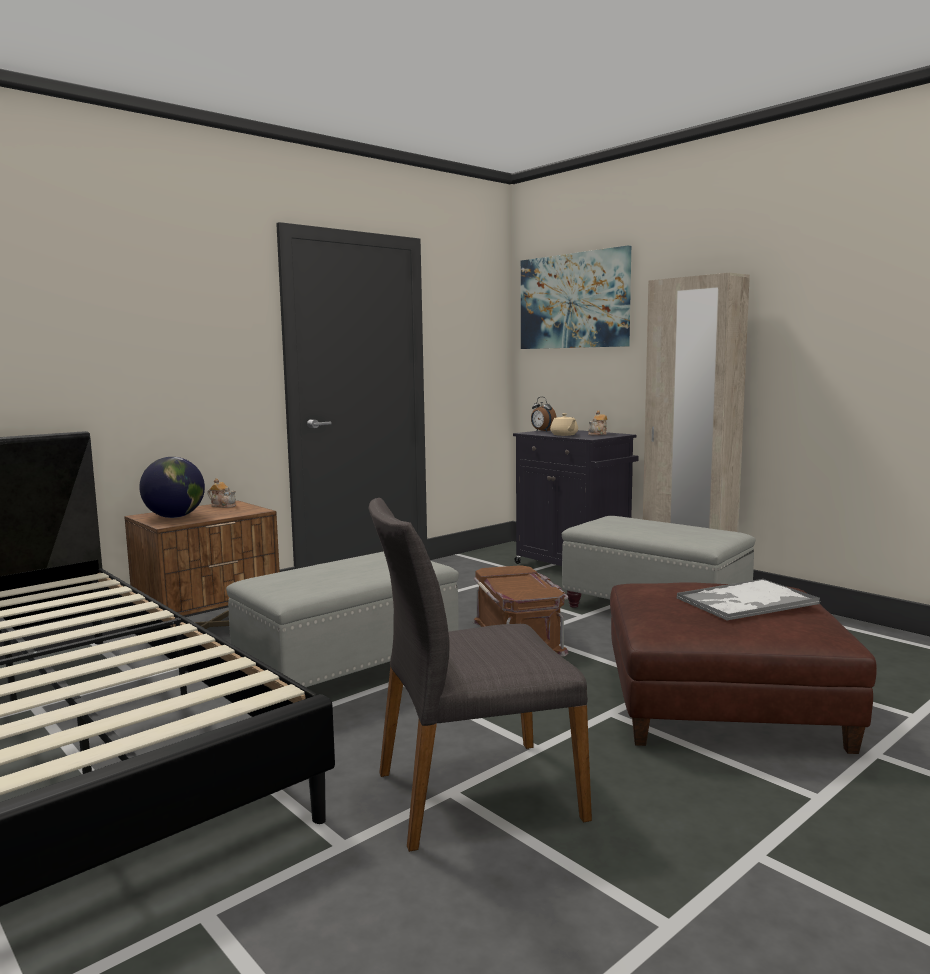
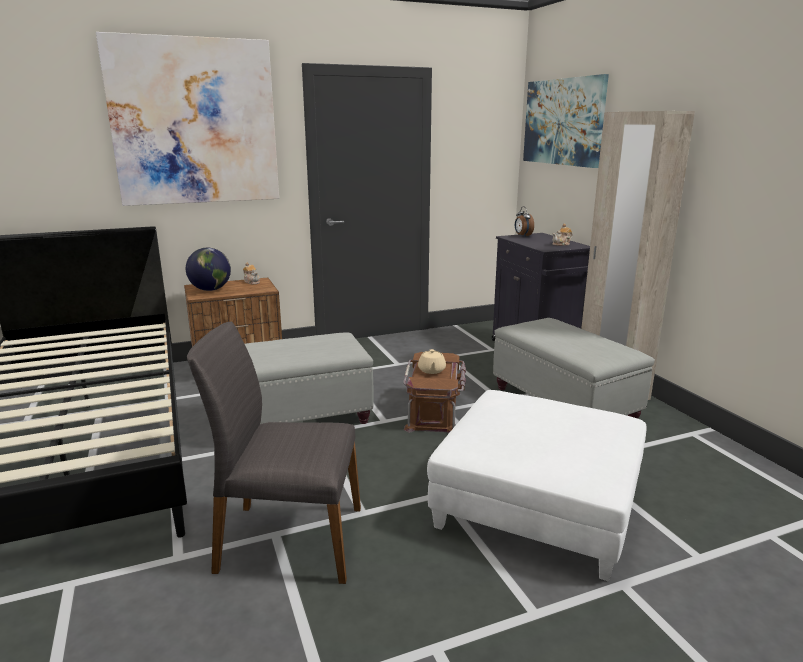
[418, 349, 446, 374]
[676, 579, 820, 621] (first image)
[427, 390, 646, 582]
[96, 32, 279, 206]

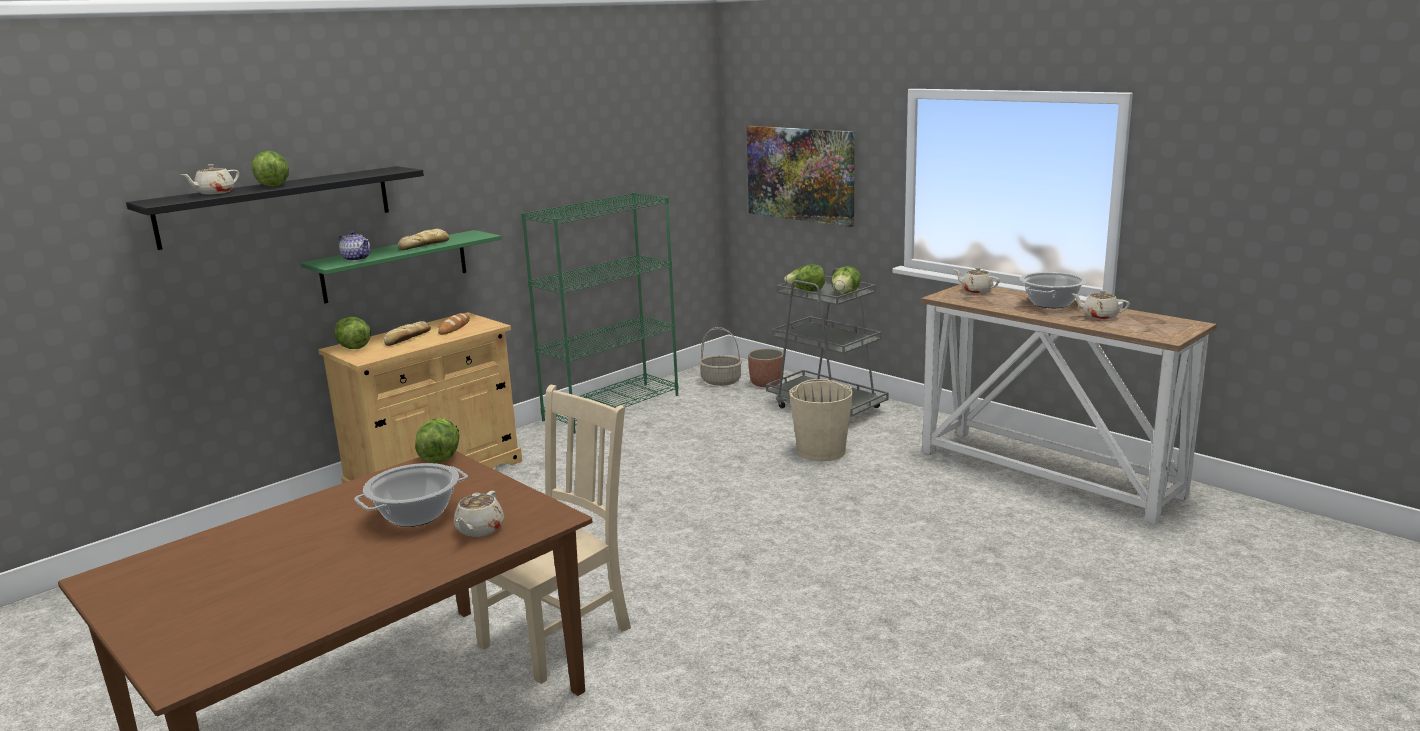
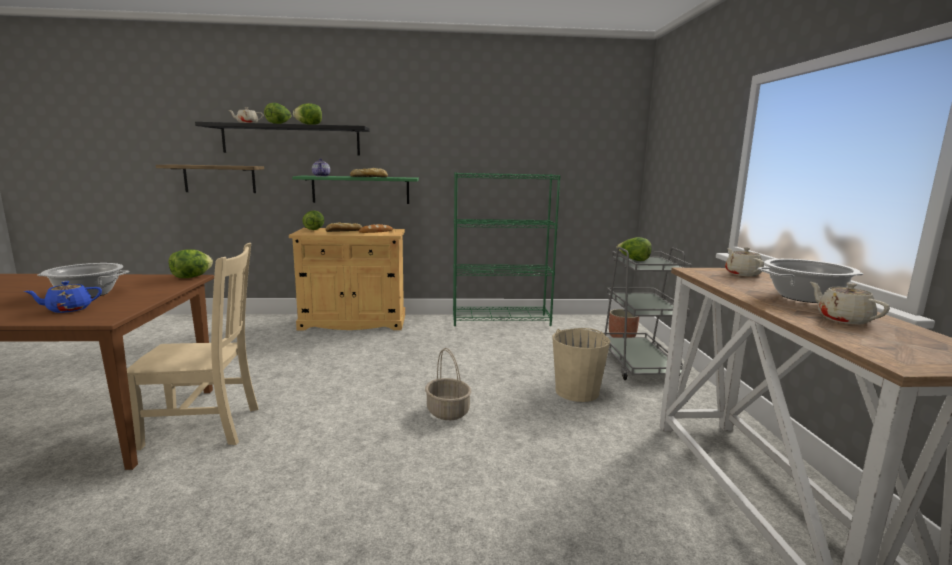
[746, 126, 855, 227] (first image)
[293, 103, 322, 125]
[425, 348, 471, 420]
[24, 281, 102, 313]
[156, 165, 264, 193]

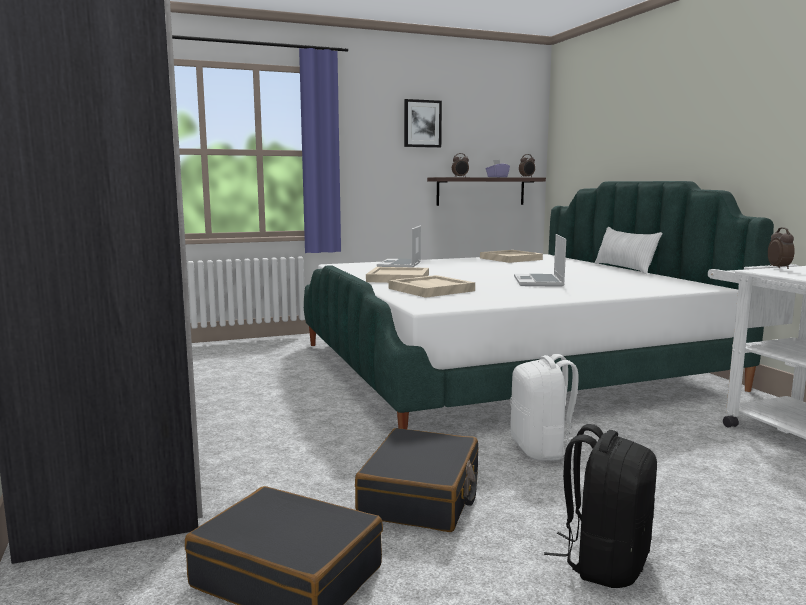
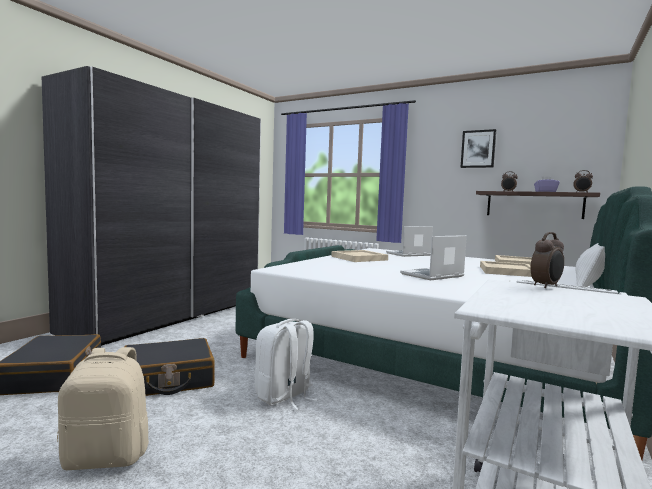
[480, 261, 532, 277]
[57, 347, 149, 470]

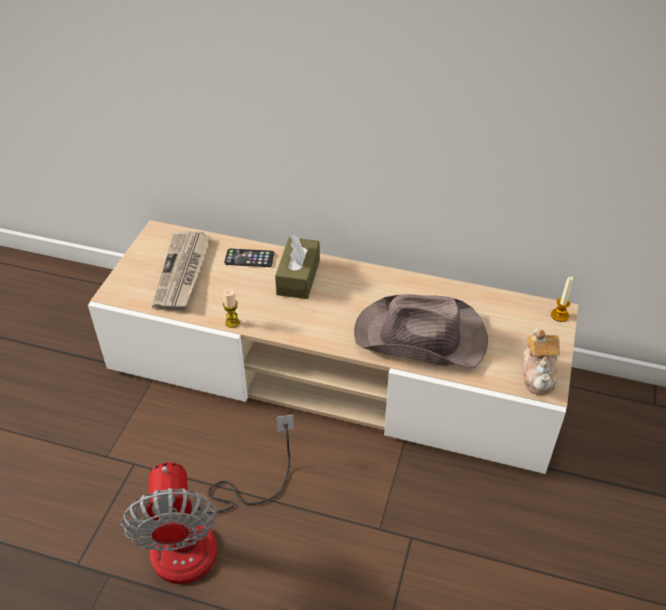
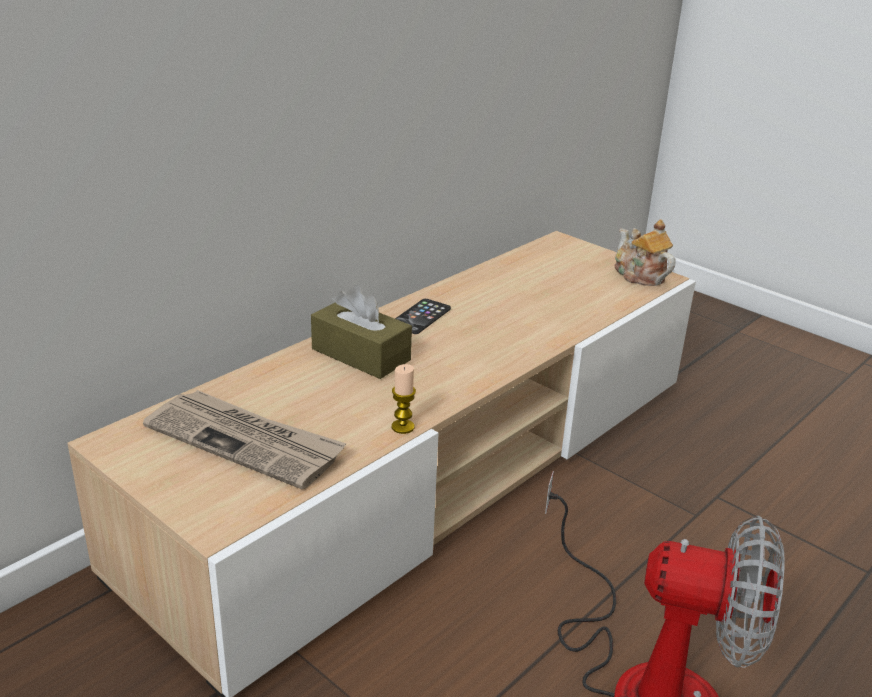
[395, 299, 451, 334]
[551, 277, 573, 322] (first image)
[354, 294, 488, 369] (first image)
[614, 220, 675, 286]

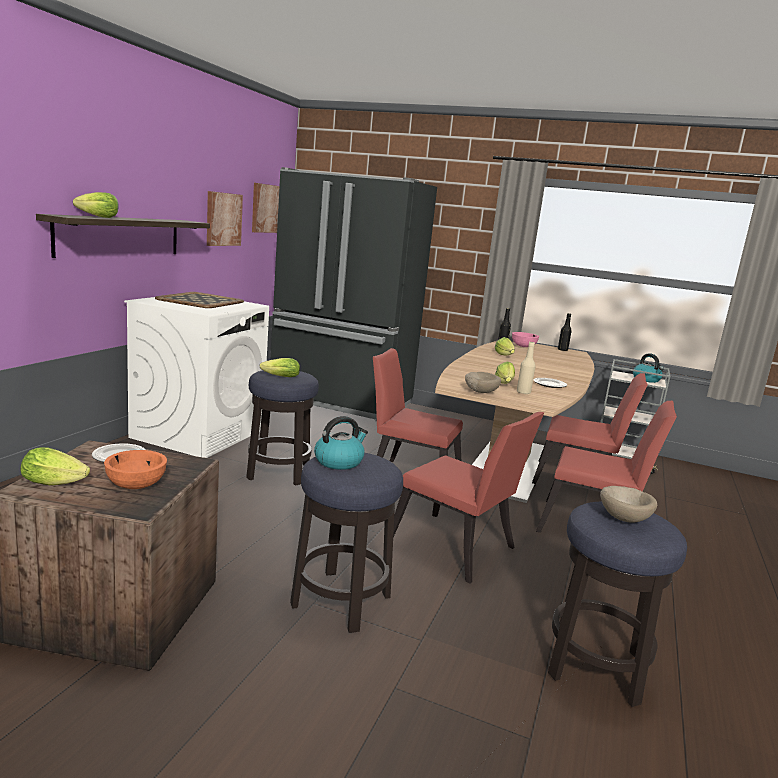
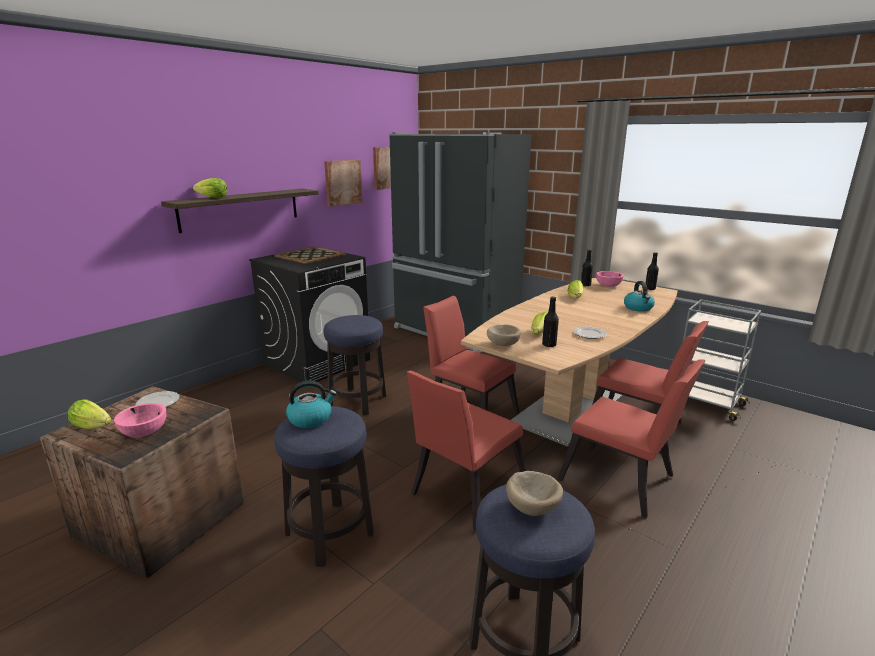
[249, 253, 370, 382]
[542, 296, 559, 347]
[624, 281, 655, 312]
[259, 358, 300, 377] (first image)
[407, 370, 527, 531]
[114, 403, 166, 437]

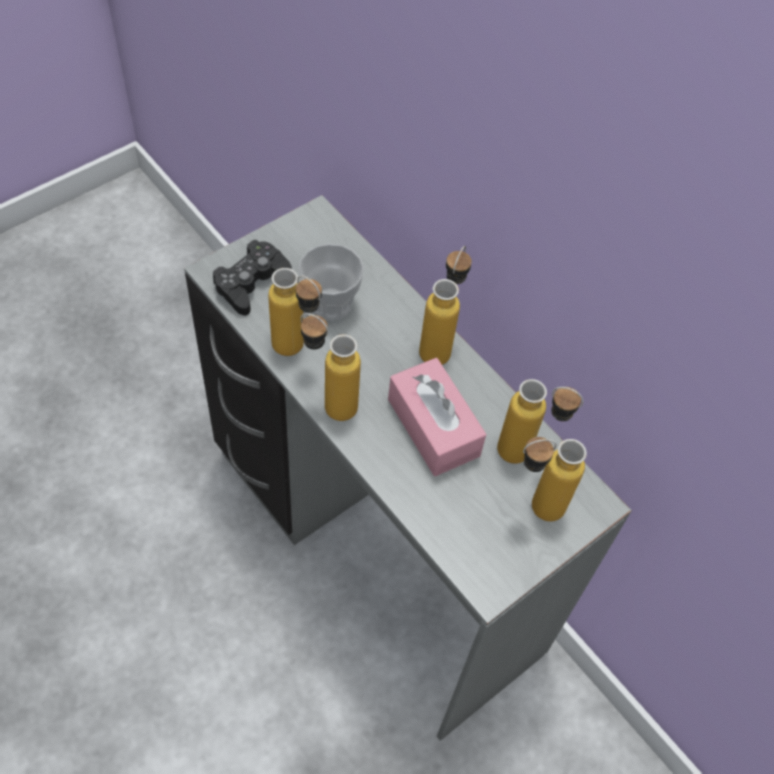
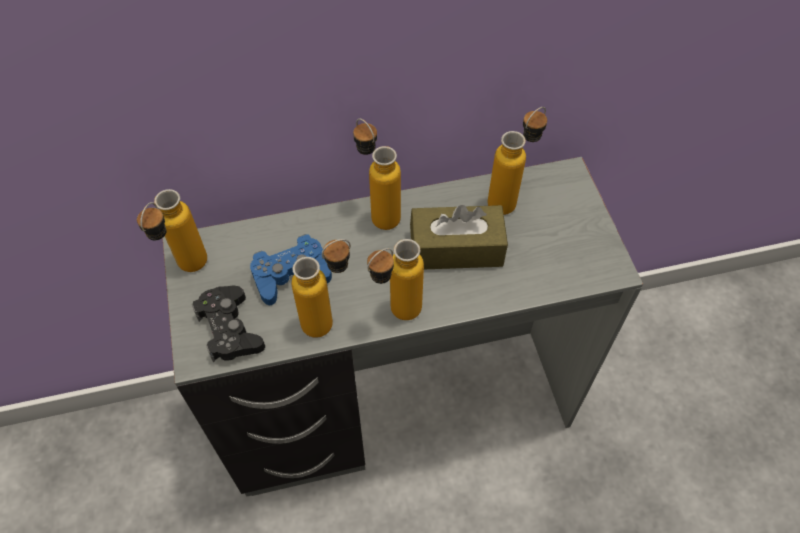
[250, 234, 332, 305]
[410, 205, 508, 269]
[137, 189, 207, 272]

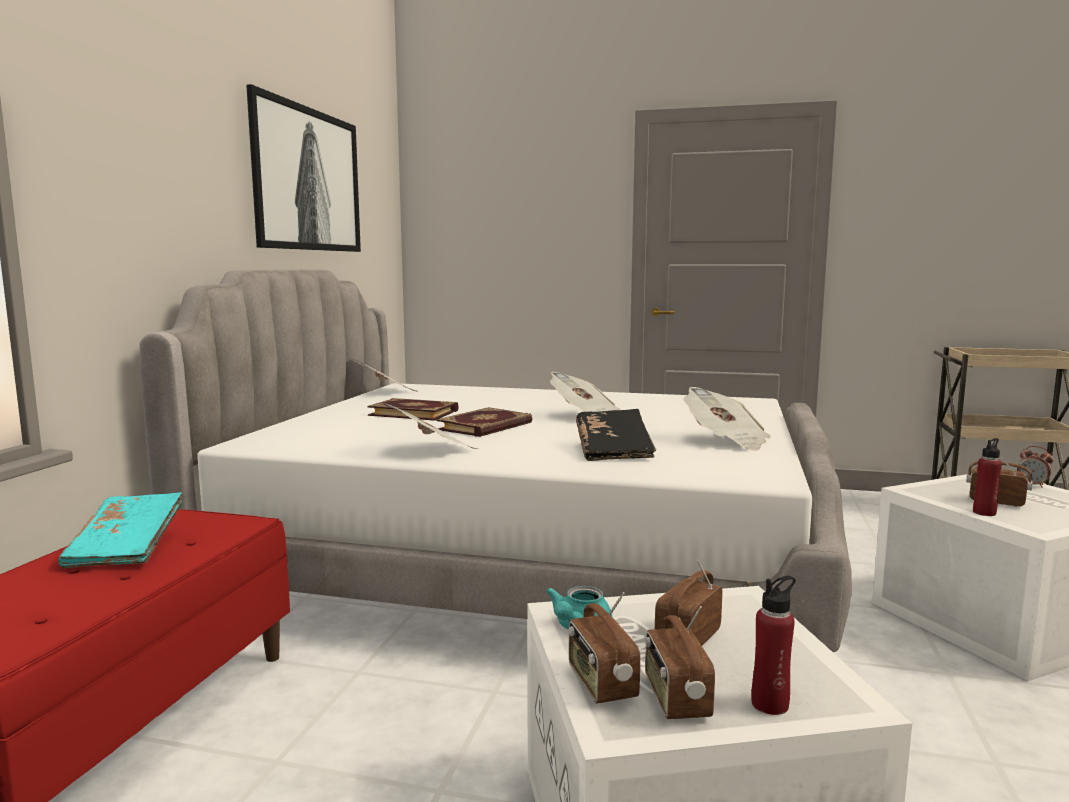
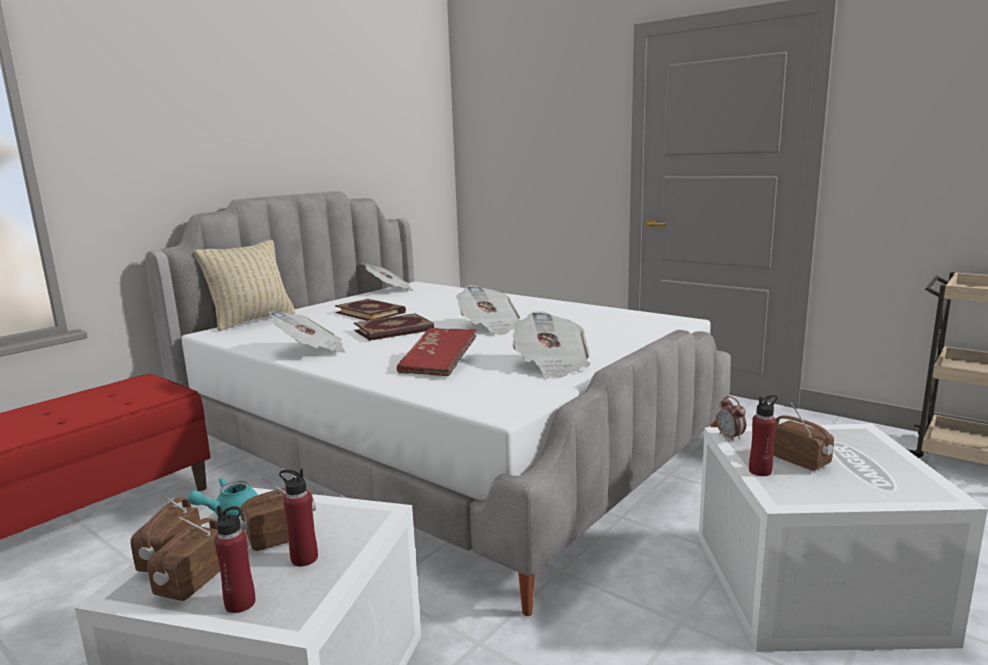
[246, 84, 361, 252] (first image)
[397, 328, 477, 376]
[716, 396, 746, 442]
[58, 492, 183, 568] (first image)
[195, 240, 295, 331]
[279, 469, 318, 566]

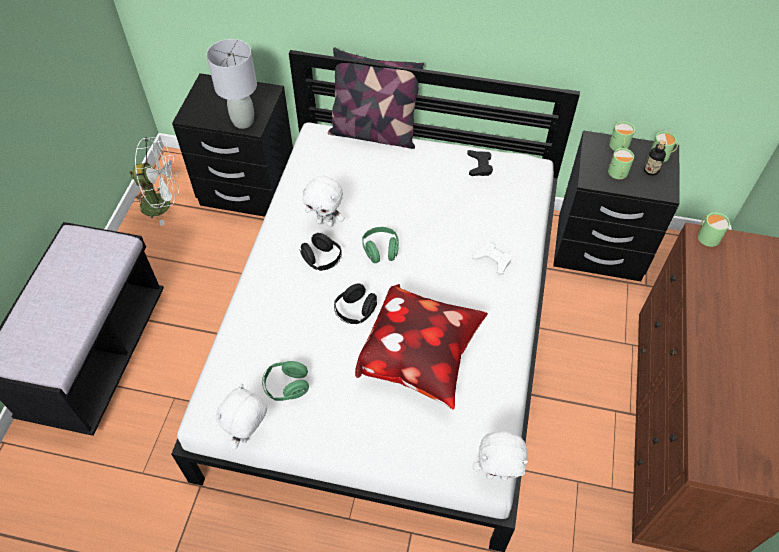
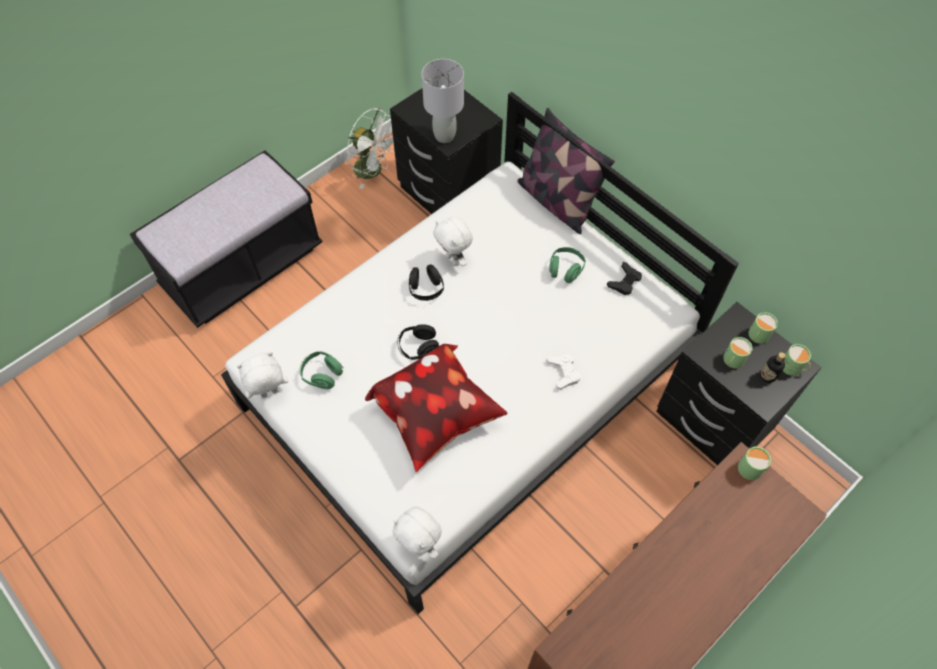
[549, 247, 586, 283]

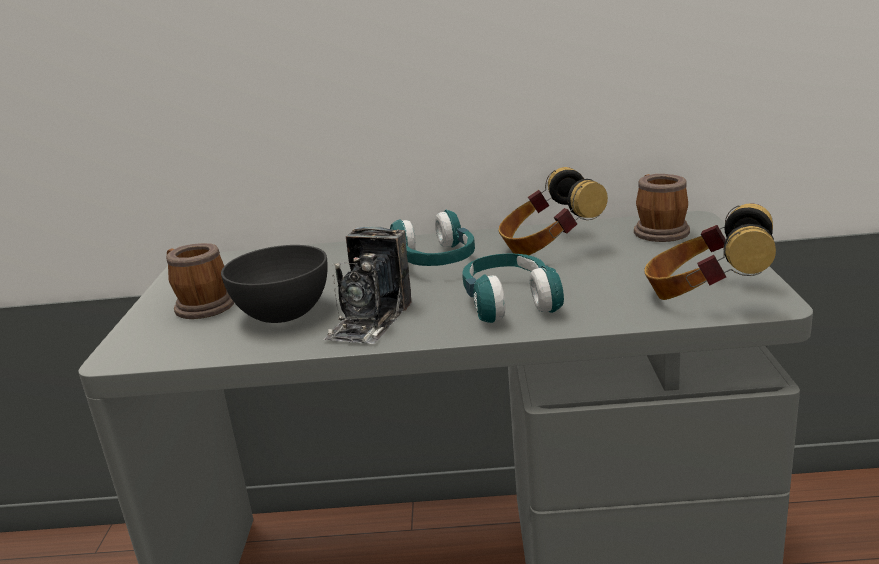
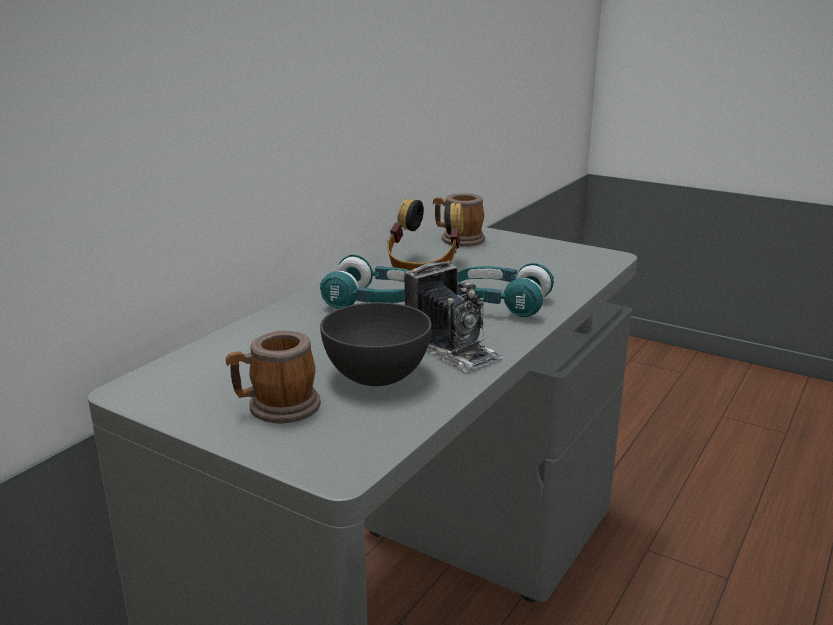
[644, 203, 776, 300] (first image)

